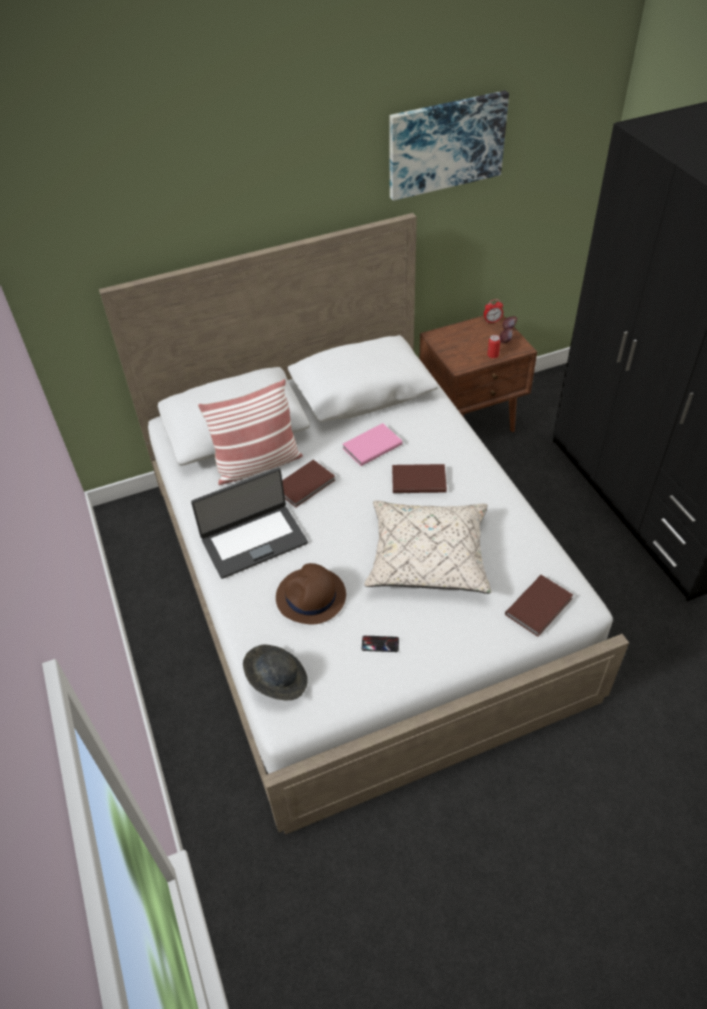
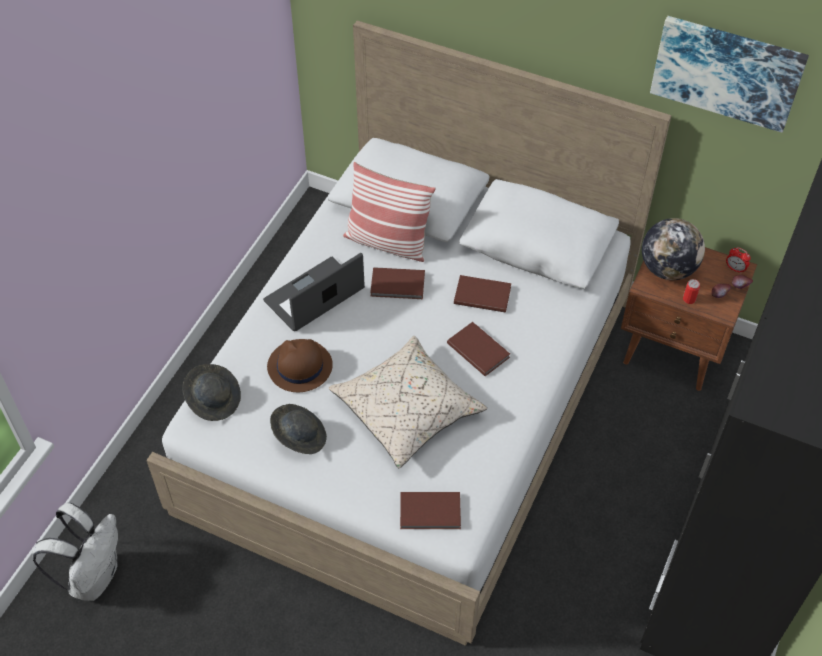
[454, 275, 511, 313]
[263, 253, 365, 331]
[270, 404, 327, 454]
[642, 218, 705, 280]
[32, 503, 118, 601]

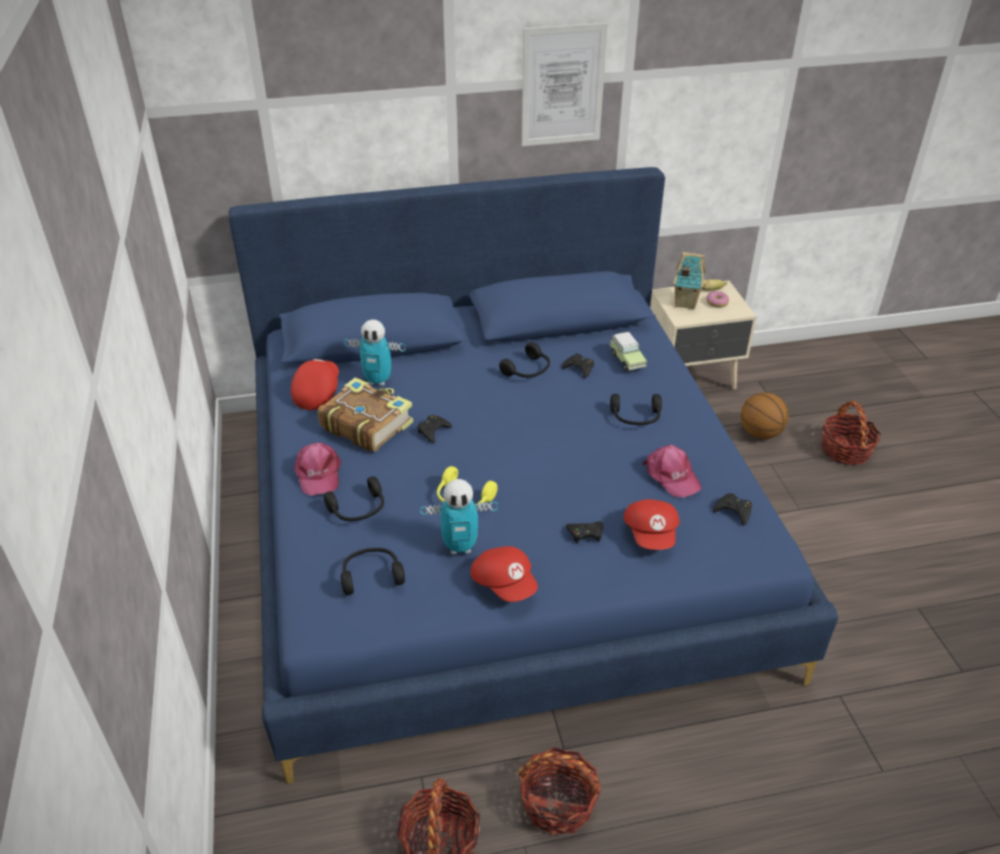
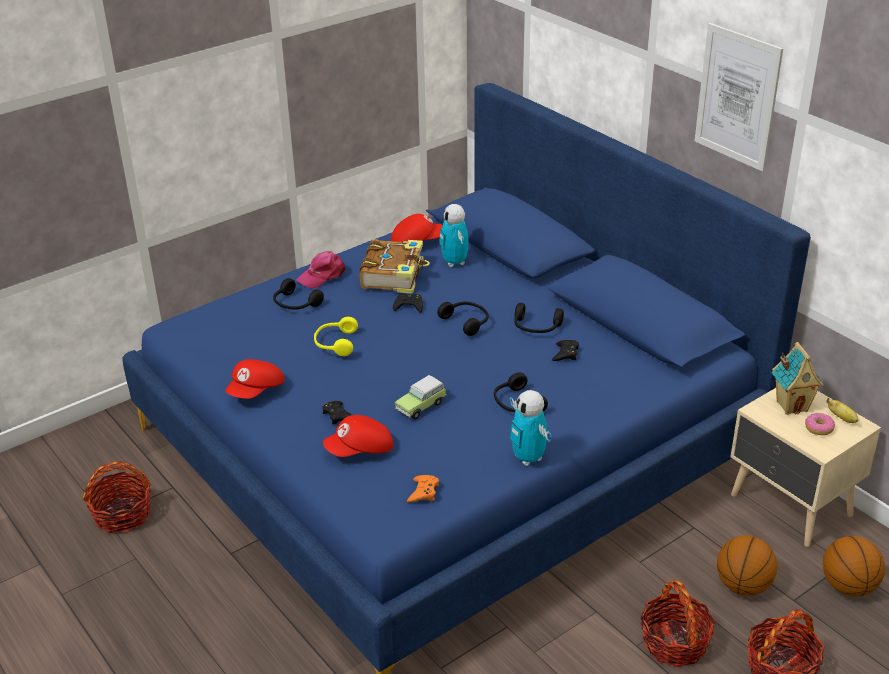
[395, 375, 447, 419]
[642, 445, 701, 498] (first image)
[510, 390, 552, 466]
[407, 475, 439, 502]
[437, 302, 489, 336]
[640, 580, 716, 667]
[823, 536, 885, 597]

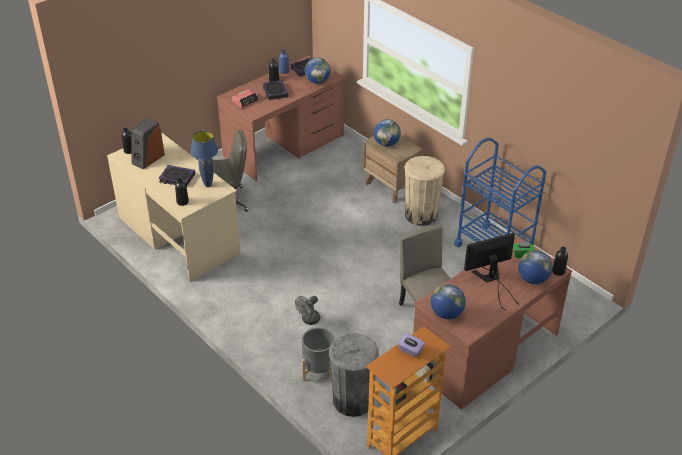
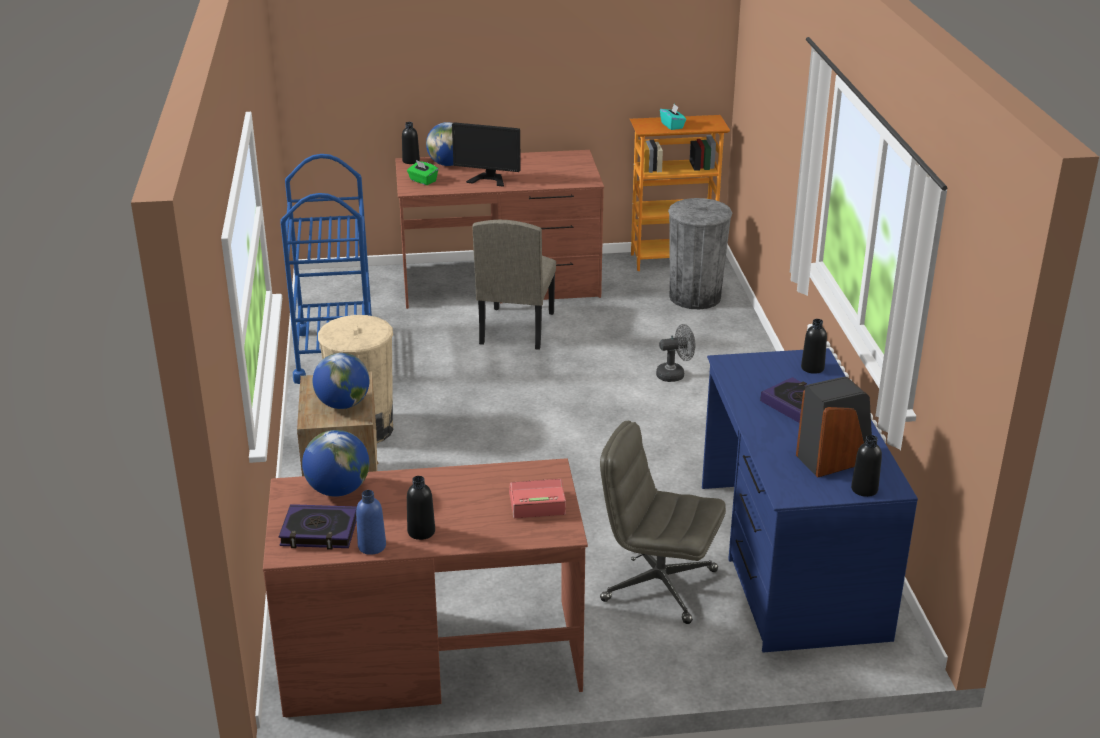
[263, 80, 288, 100] (first image)
[191, 131, 218, 187] (first image)
[702, 348, 918, 653]
[431, 284, 466, 319] (first image)
[302, 327, 335, 382] (first image)
[660, 104, 686, 130]

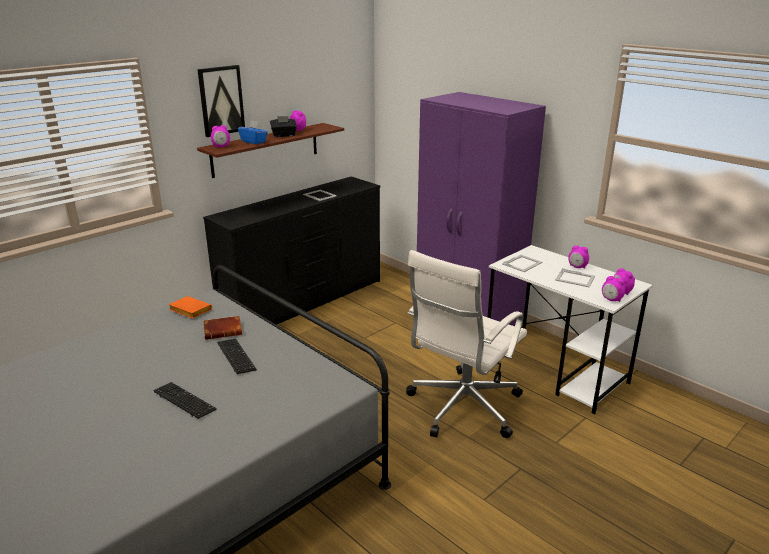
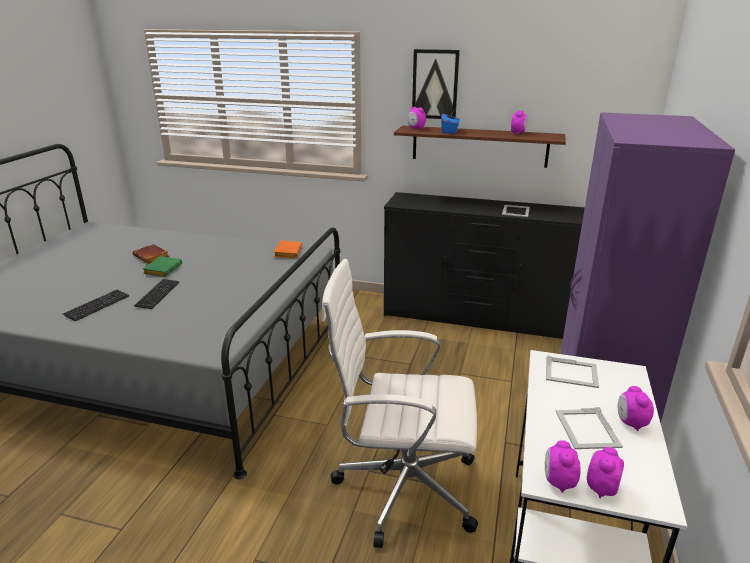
[270, 116, 297, 137] (first image)
[132, 244, 169, 264]
[63, 290, 129, 321]
[143, 256, 182, 277]

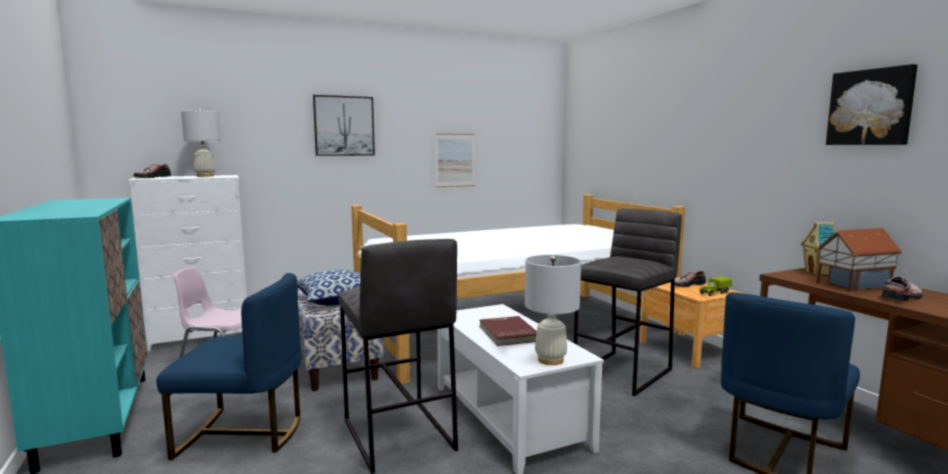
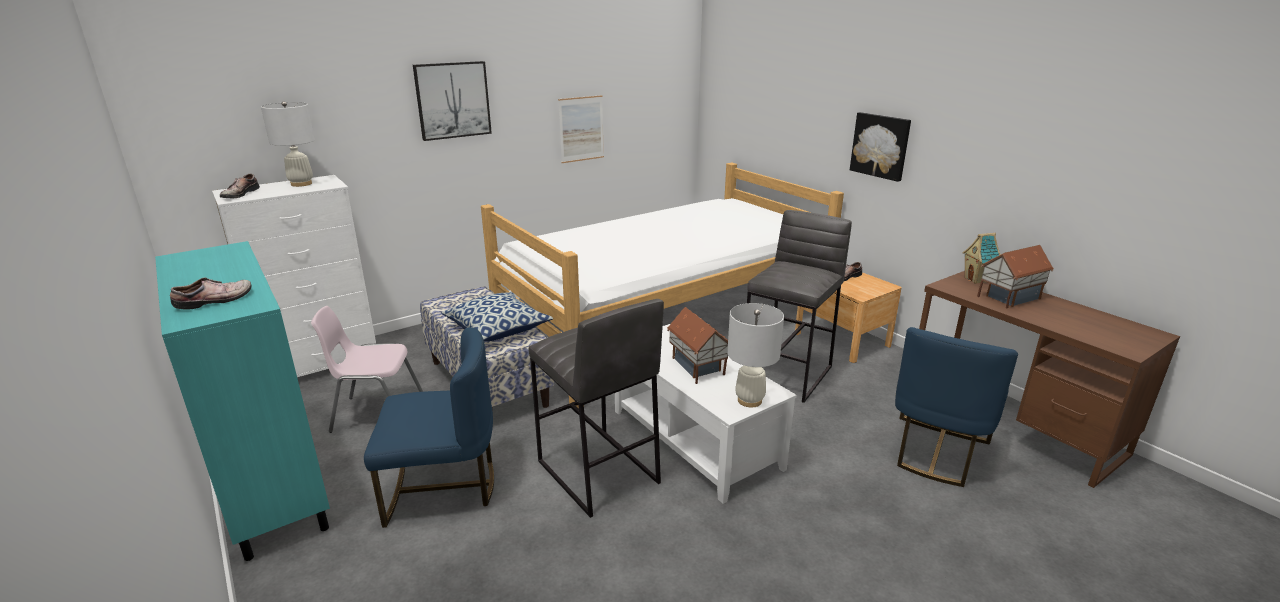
[850, 112, 911, 182]
[700, 276, 732, 296] (first image)
[170, 278, 252, 310]
[667, 307, 728, 384]

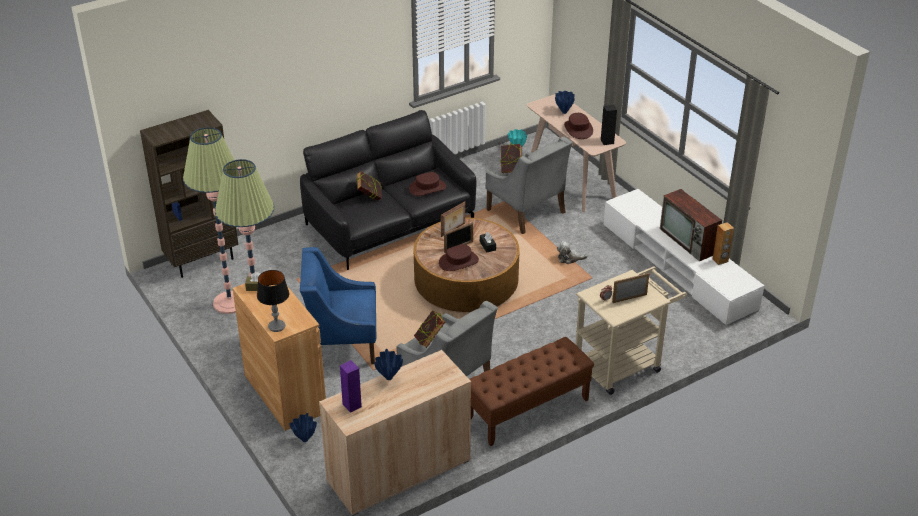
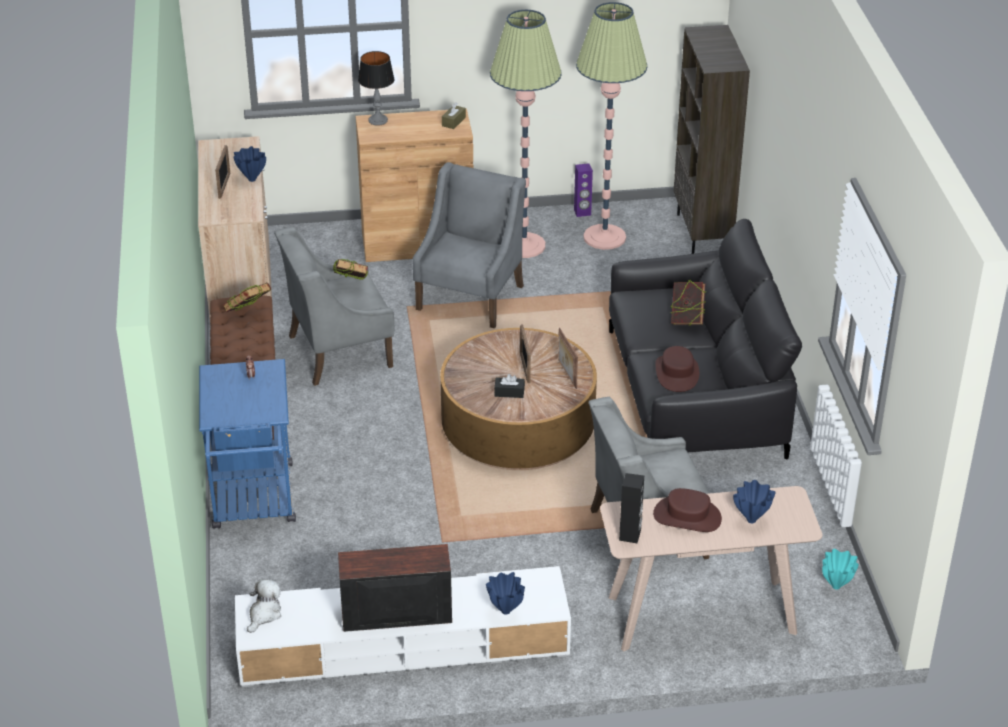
[222, 283, 271, 312]
[713, 222, 734, 265] (first image)
[247, 579, 281, 633]
[439, 244, 479, 271] (first image)
[412, 162, 526, 329]
[199, 359, 296, 529]
[215, 145, 230, 199]
[574, 163, 593, 217]
[486, 572, 525, 615]

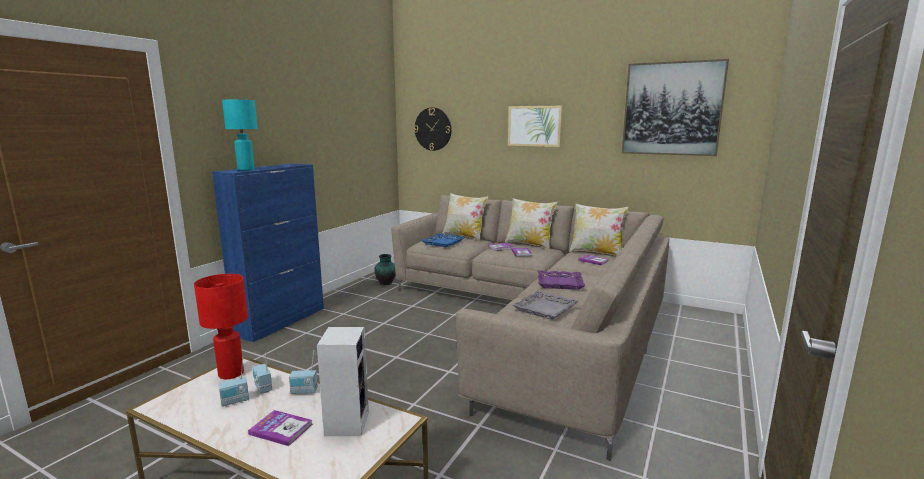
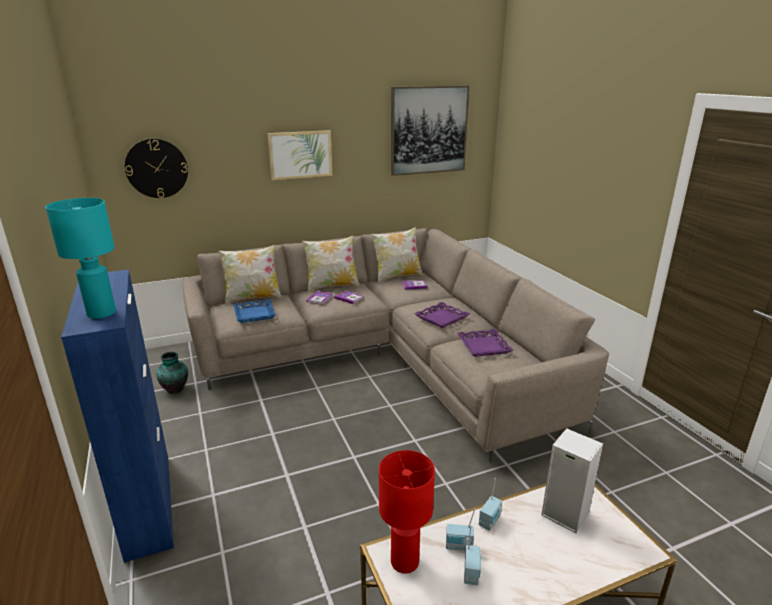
[457, 329, 513, 357]
[248, 410, 313, 446] (first image)

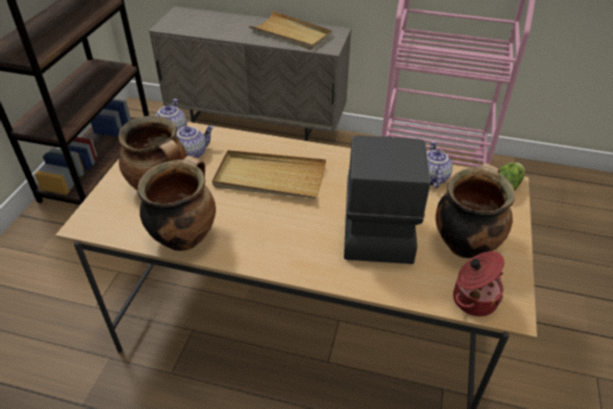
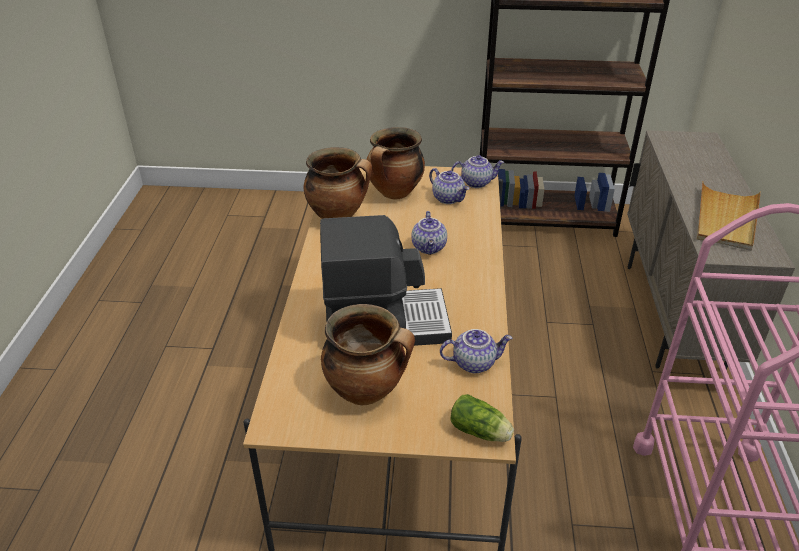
[411, 211, 447, 255]
[453, 251, 504, 316] (first image)

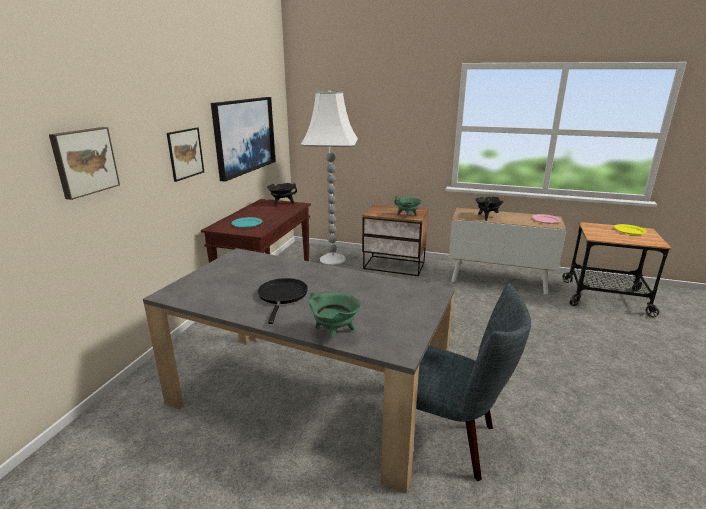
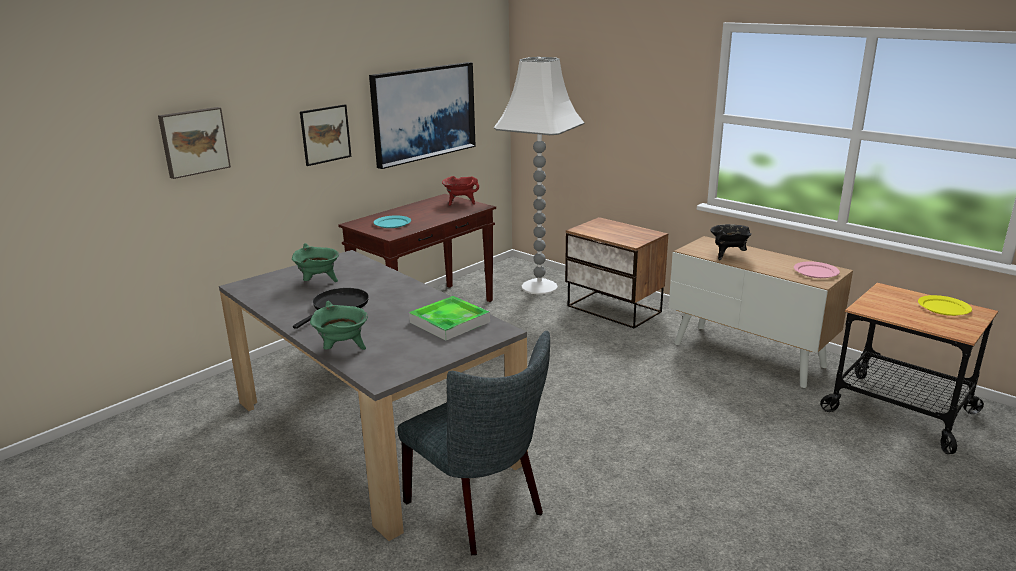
[442, 176, 479, 206]
[292, 243, 339, 282]
[409, 296, 490, 340]

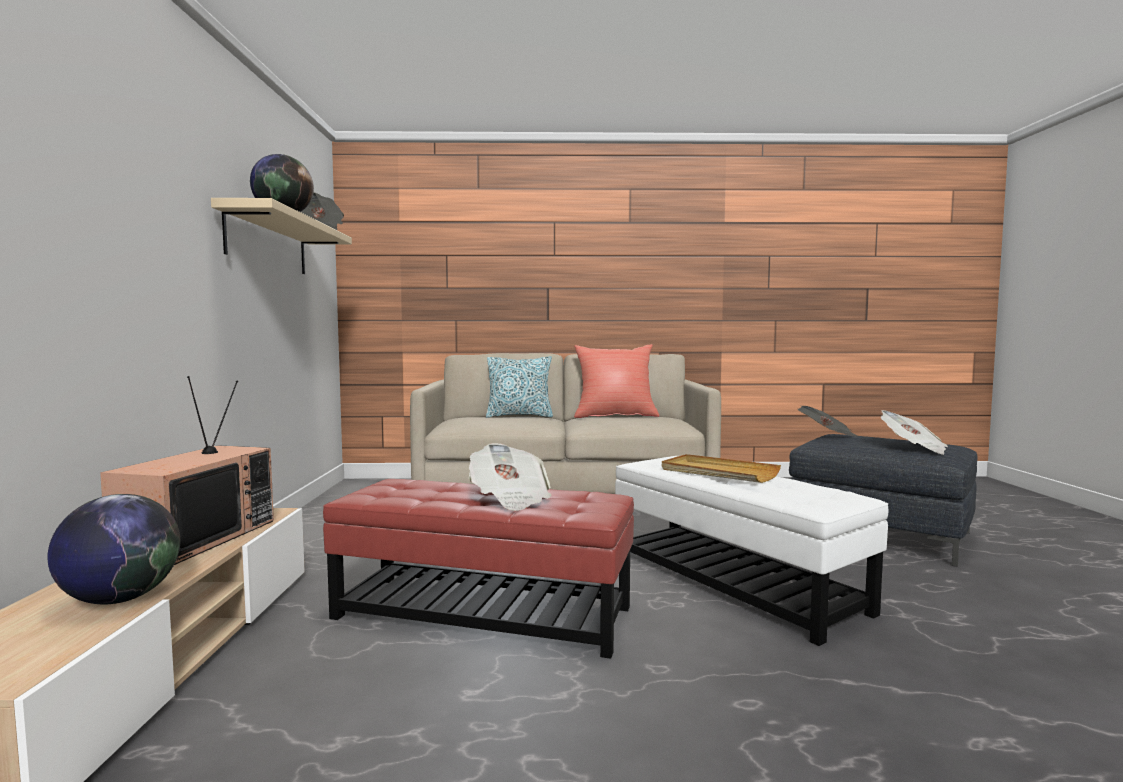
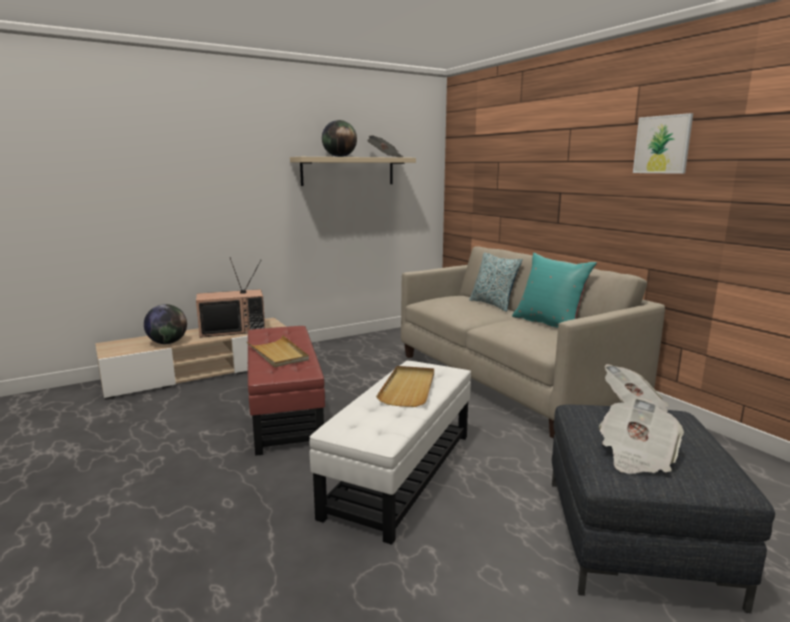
[512, 253, 597, 328]
[246, 335, 309, 367]
[633, 113, 693, 174]

